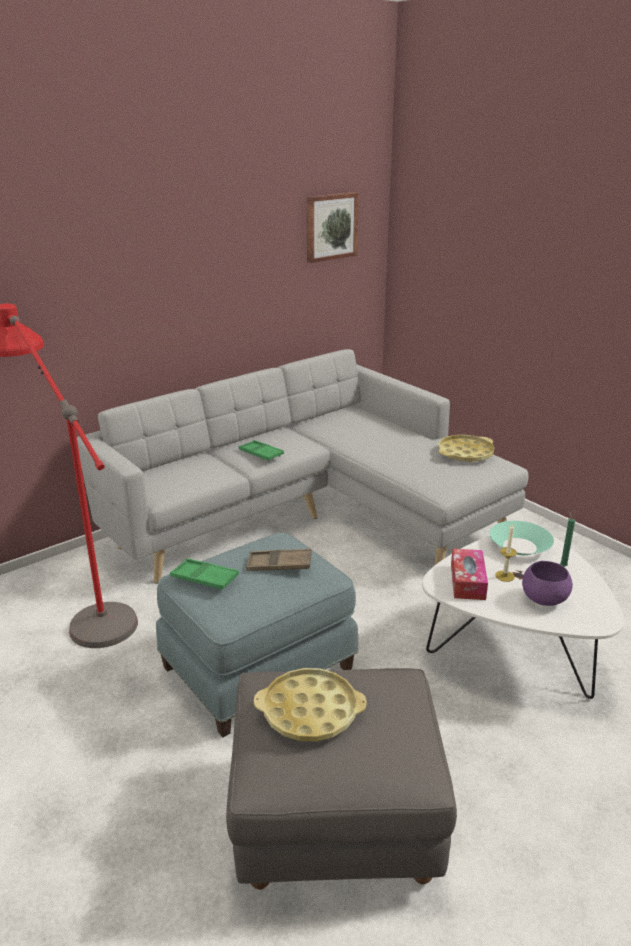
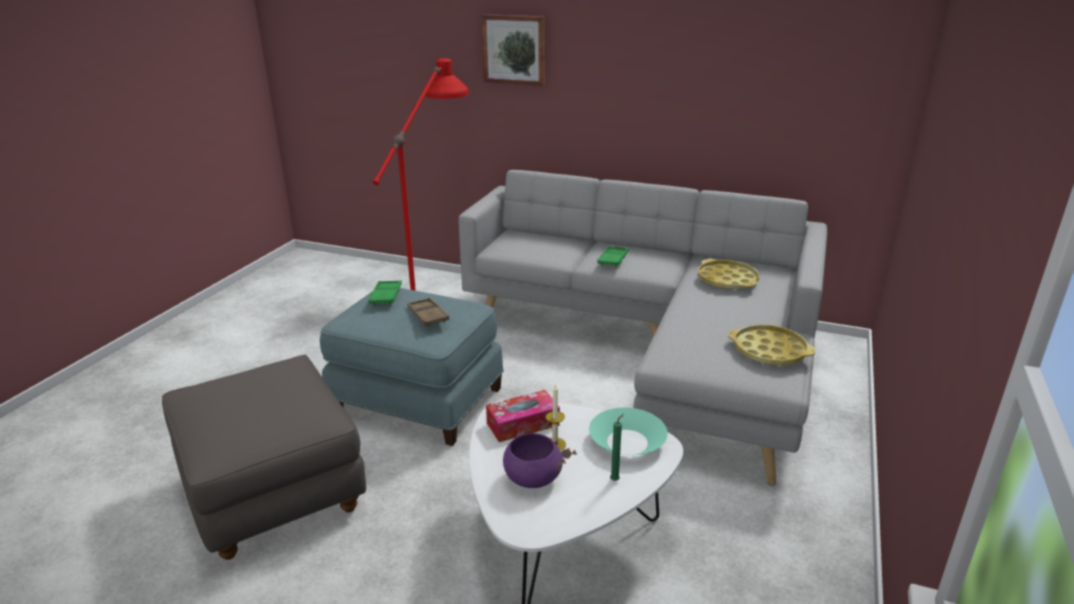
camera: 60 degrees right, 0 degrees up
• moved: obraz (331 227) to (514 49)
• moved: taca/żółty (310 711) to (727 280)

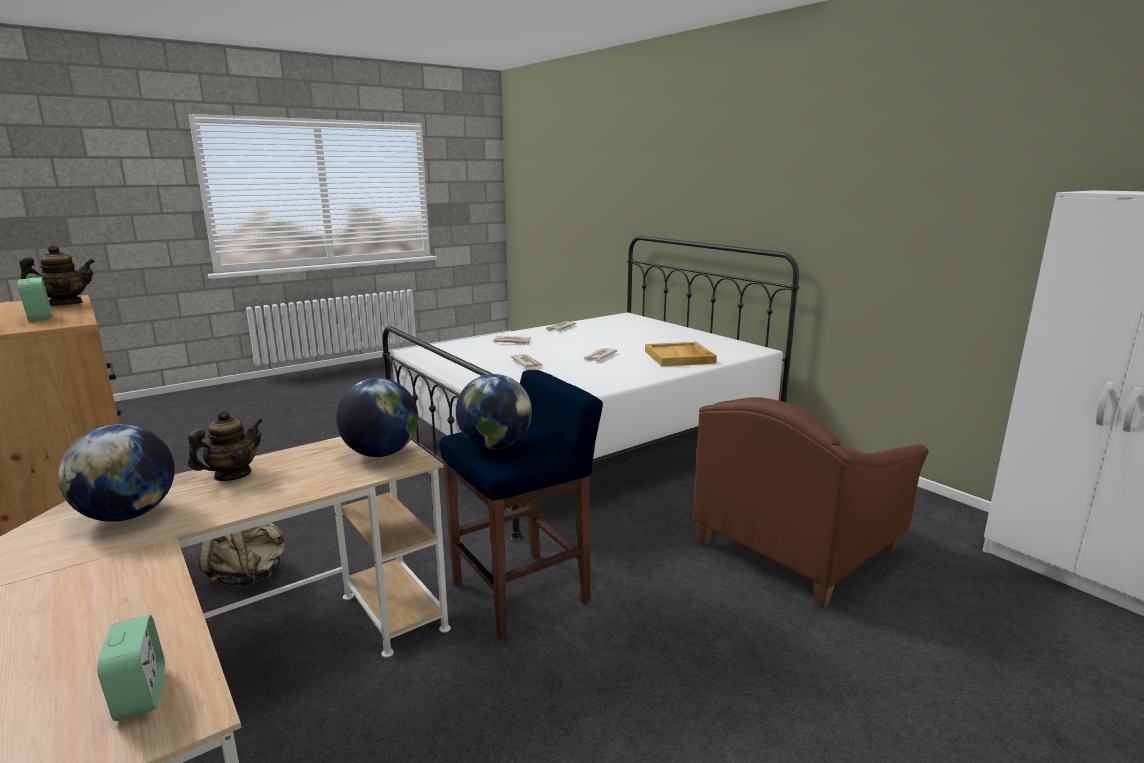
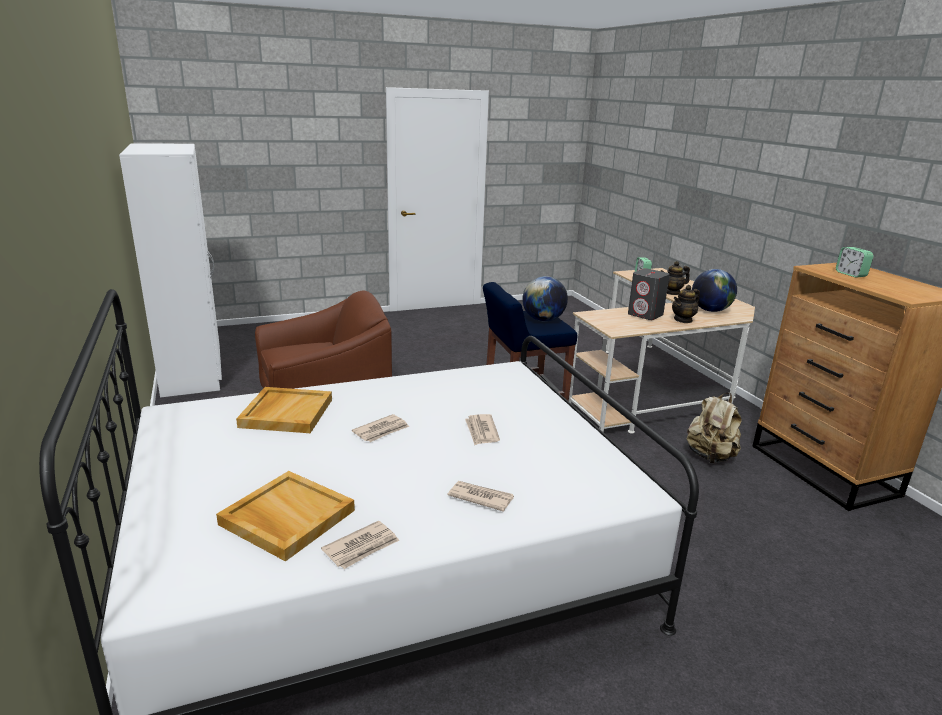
camera: 165 degrees left, 5 degrees up
• moved: imbryk (65 304) to (672 292)
• removed: globus (381 453)
• added: głośnik/szary (645 315)
• added: taca/beżowy (286 517)

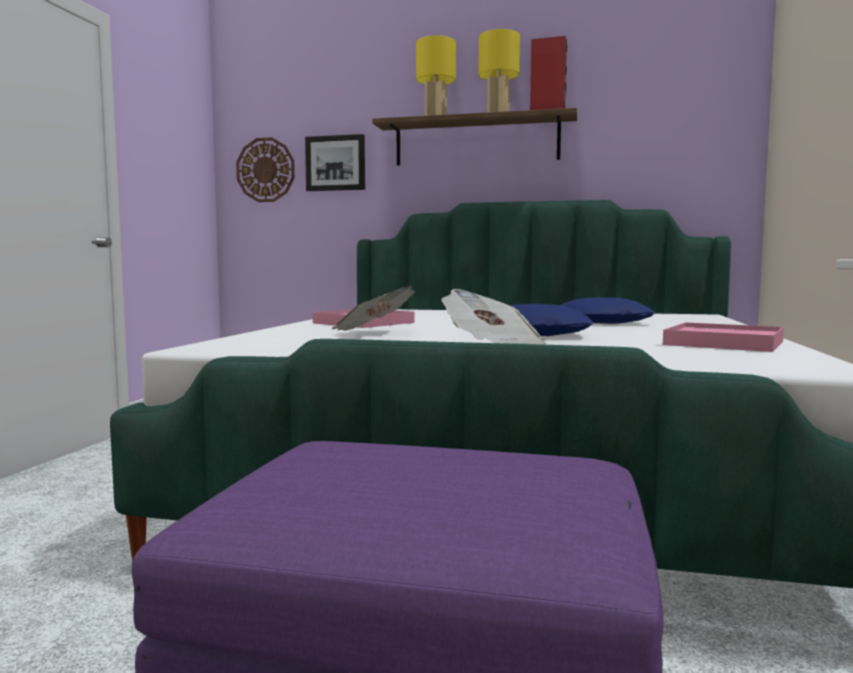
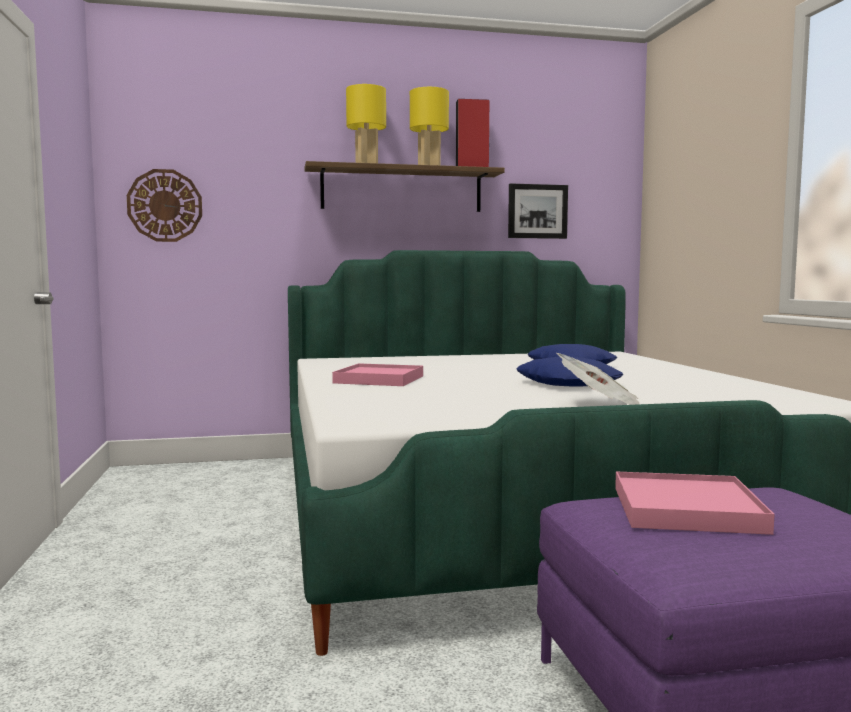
camera: 25 degrees left, 0 degrees up
• moved: obraz (335 163) to (537 211)
• removed: gazeta (373 333)
• moved: taca/różowy (724 343) to (687 509)

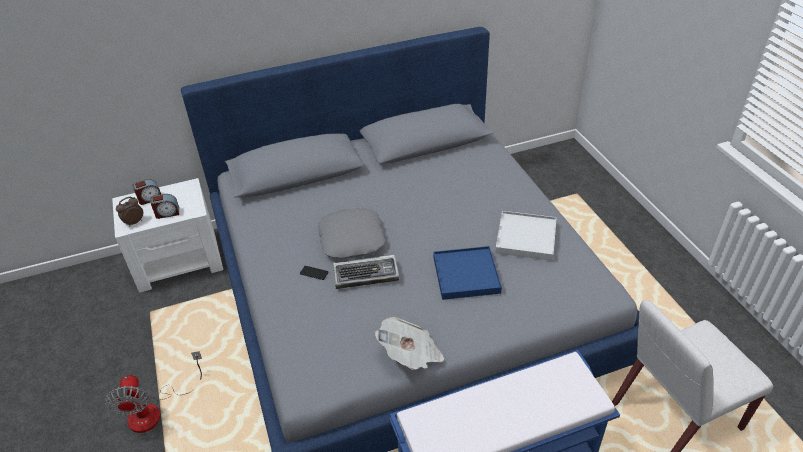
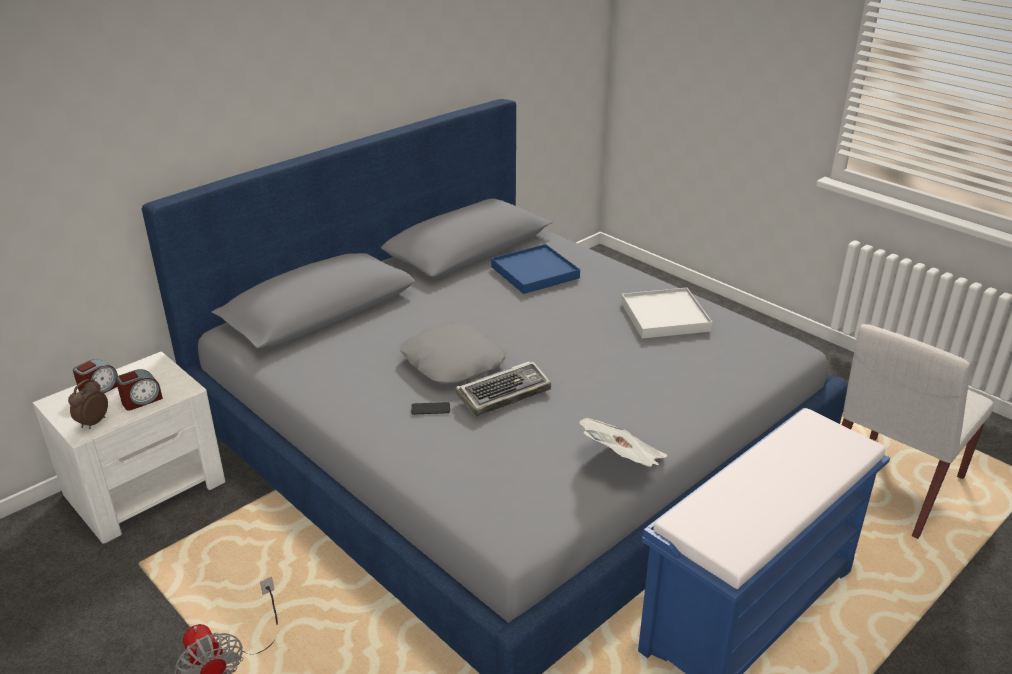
camera: 25 degrees left, 10 degrees down
• moved: taca/niebieski (466 275) to (534 272)

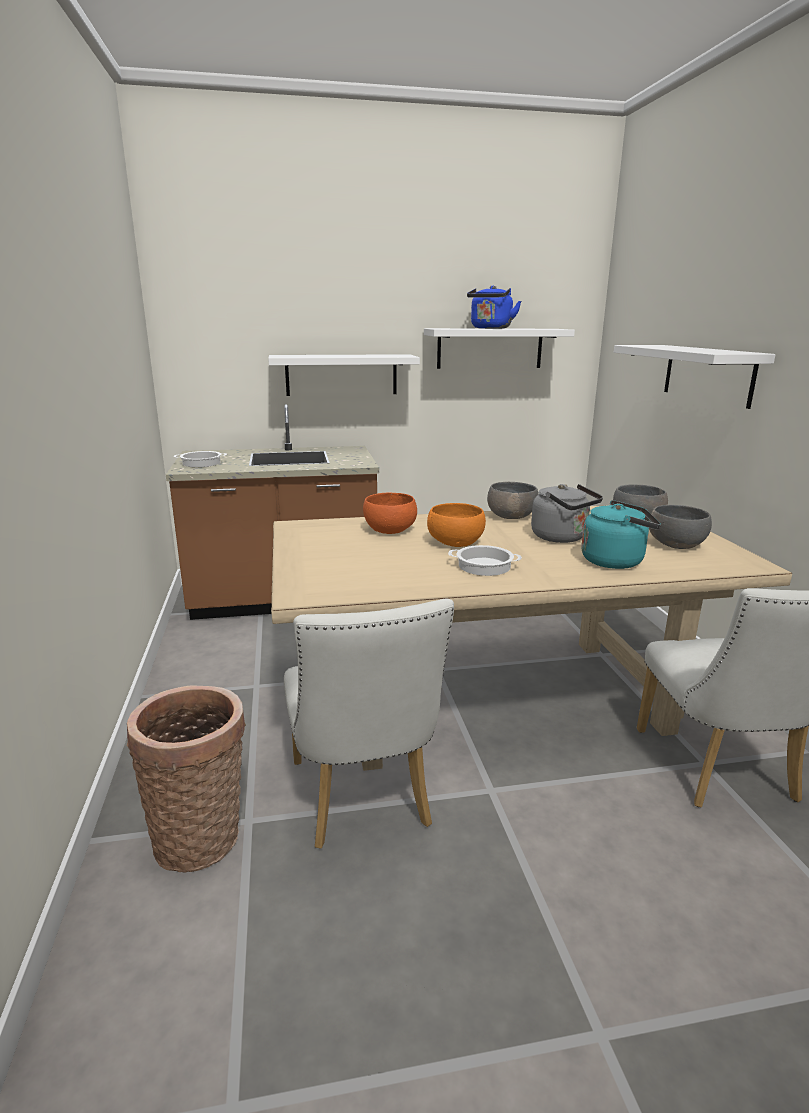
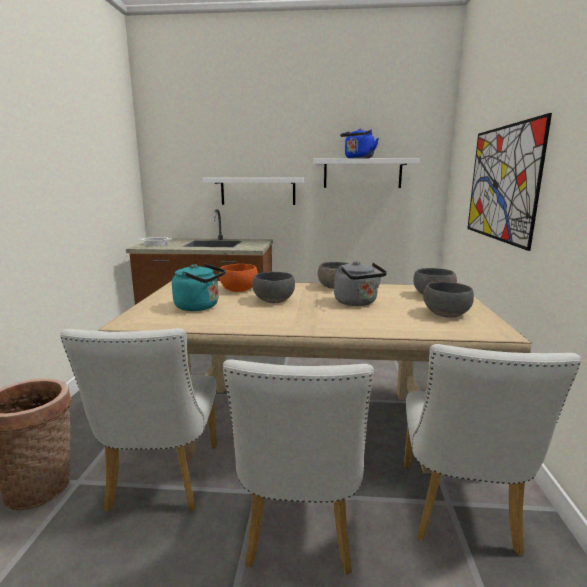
camera: 15 degrees right, 5 degrees down
• replaced: półka/biały (707 374) to obraz (501 183)
• moved: czajnik/turkusowy (616 561) to (200 307)
• recoloured: miska/pomarańczowy (455 542) to miska/szary (273 300)
• removed: garnek (484 566)
• added: krzesło/biały (300 531)

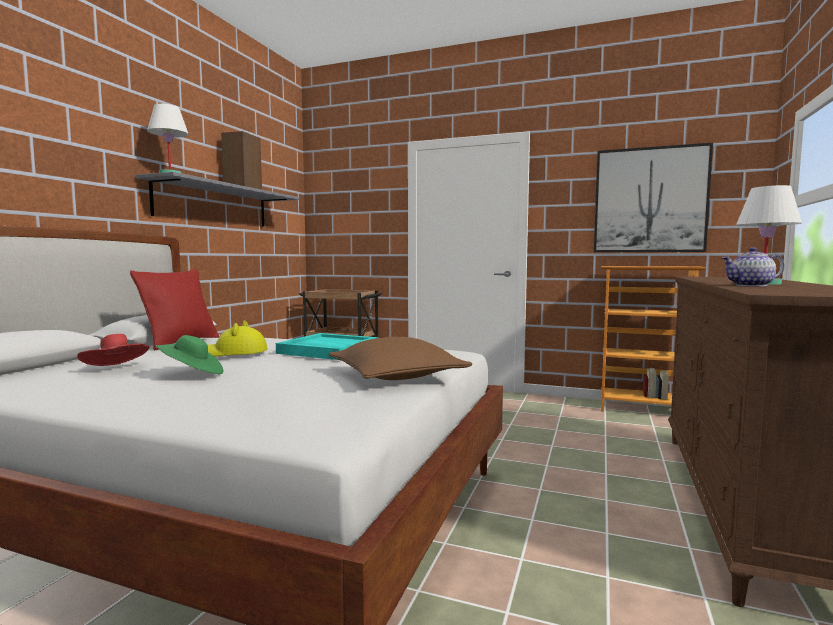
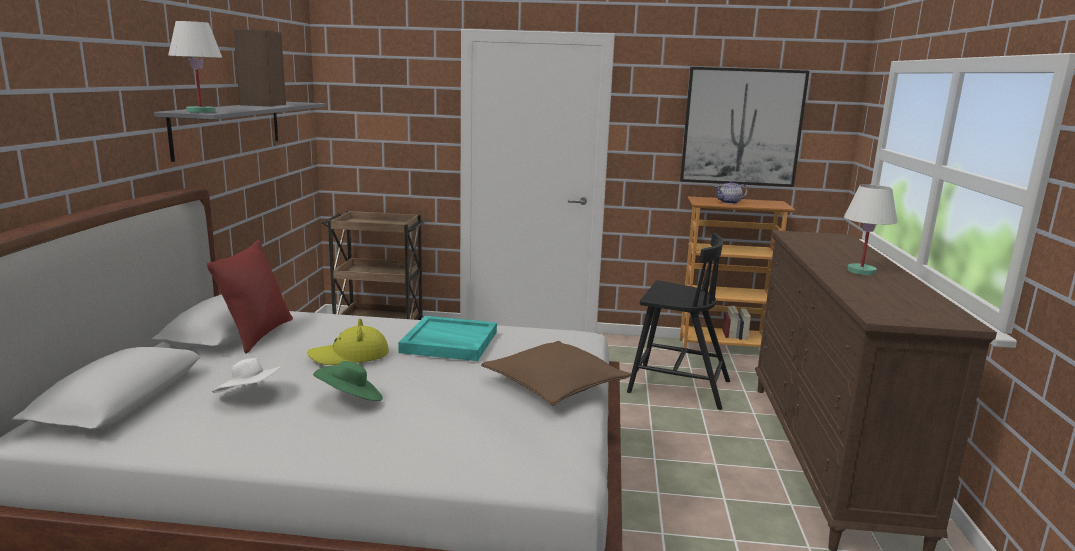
camera: 15 degrees left, 10 degrees up
• moved: imbryk (751 285) to (729 202)
• recoloured: kapelusz/czerwony (116 369) to kapelusz/biały (250 396)
• added: krzesło/czarny (677 386)

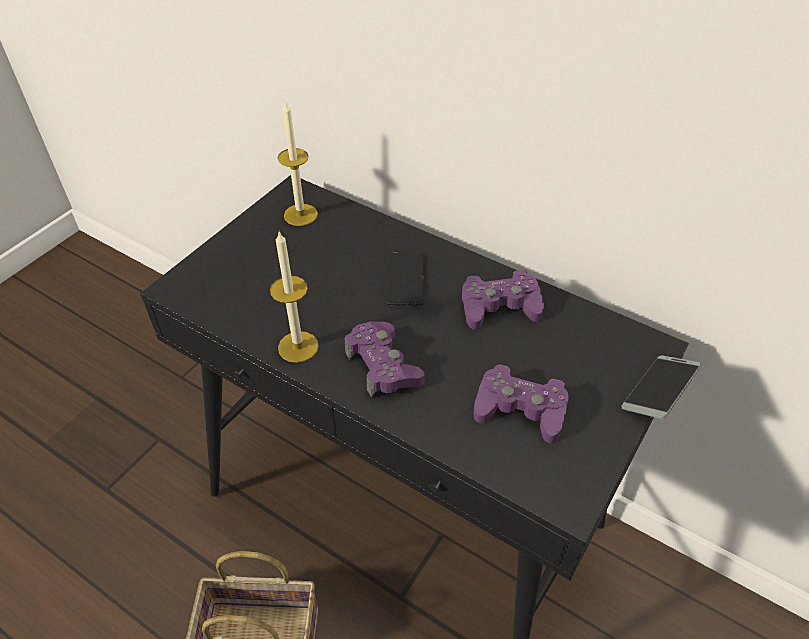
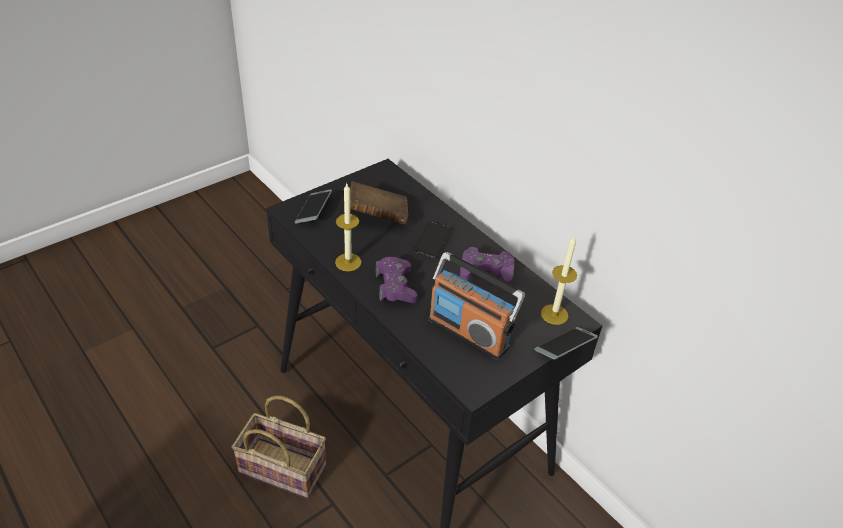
camera: 15 degrees right, 5 degrees down
• moved: świeca (300 215) to (554 314)
• replaced: pad do gier/fioletowy (520 409) to radio (469 333)
• added: książka/brązowy (377 216)
• added: telefon (313 210)

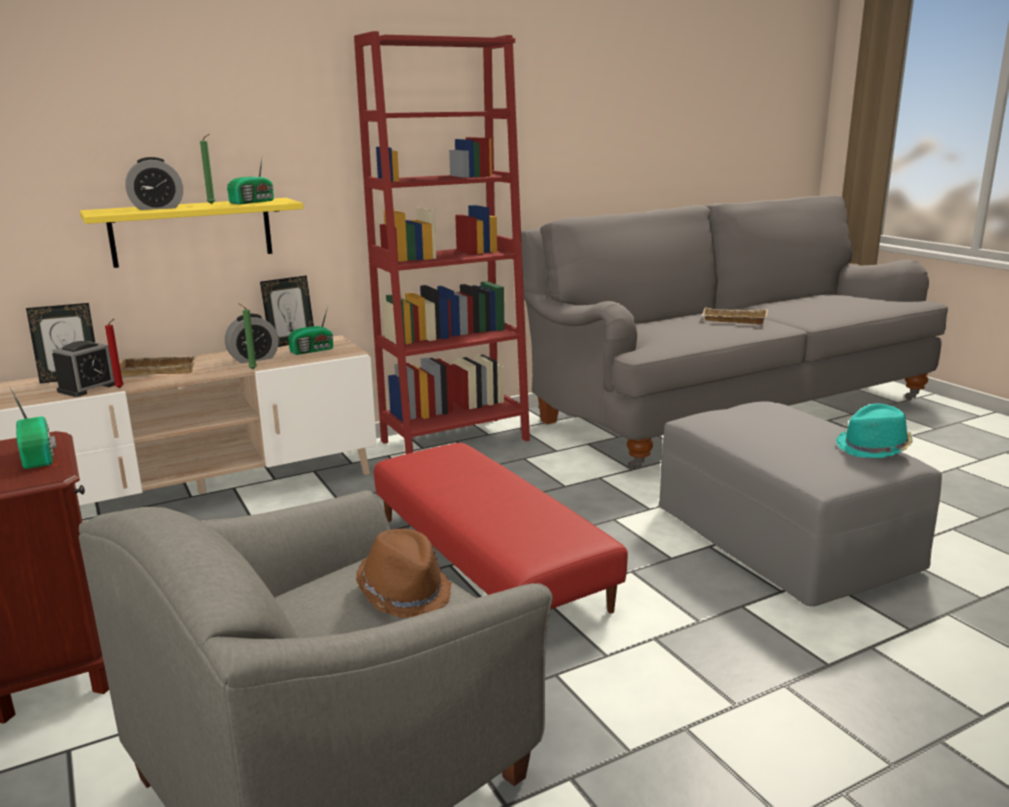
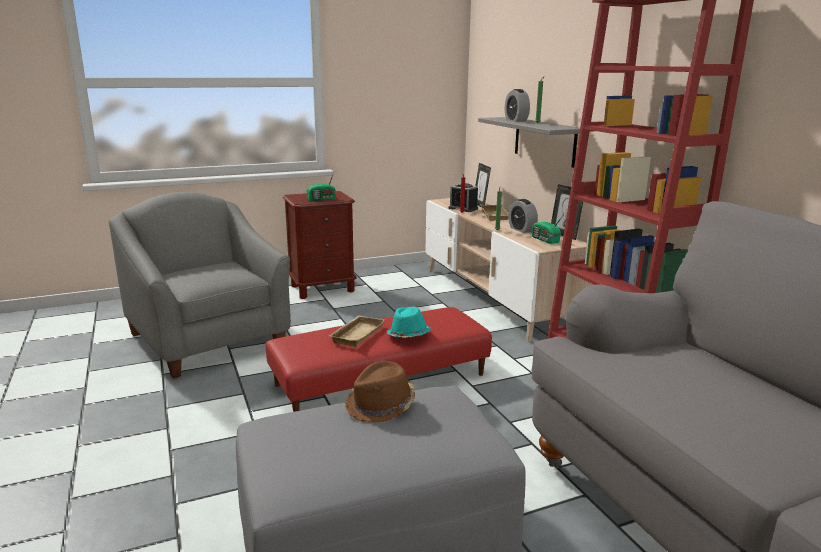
camera: 95 degrees right, 0 degrees up
• removed: radio (254 202)
• recoloured: półka/żółty (192 232) to półka/szary (544 141)
• moved: taca/beżowy (733 321) to (356 334)
• moved: kapelusz/turkusowy (874 448) to (408 336)
• moved: kapelusz/brązowy (405 592) to (381 406)

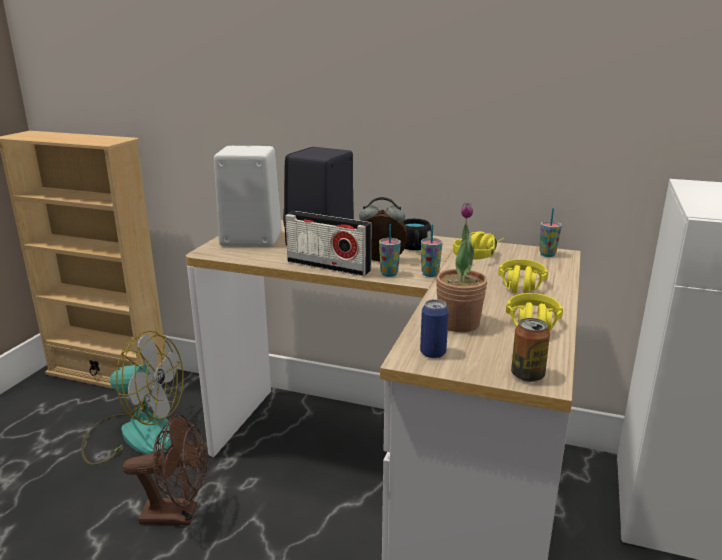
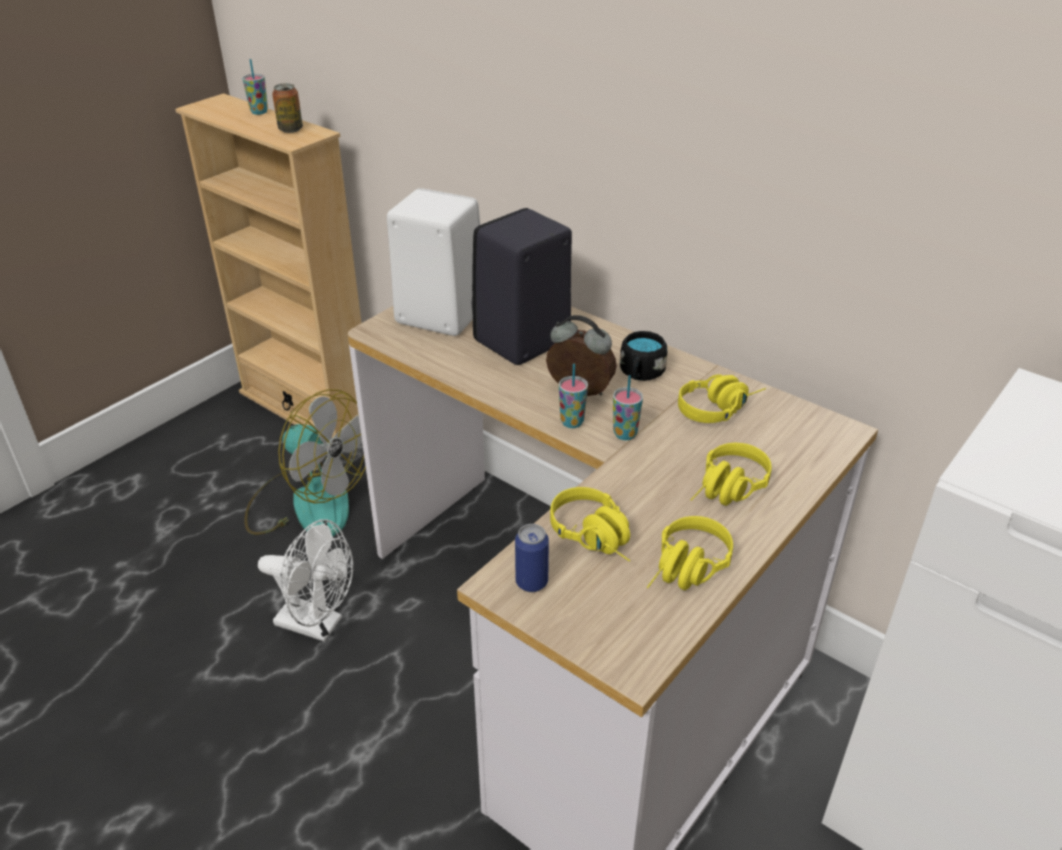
camera: 20 degrees right, 15 degrees up
• replaced: roślina doniczkowa (458 323) to słuchawki/żółty (597 538)
• moved: filiżanka (547 254) to (259 112)
• removed: radio (328 266)
• moved: puszka (527 375) to (290 129)
• recoloured: wentylator/brązowy (178 514) to wentylator/biały (318 624)

